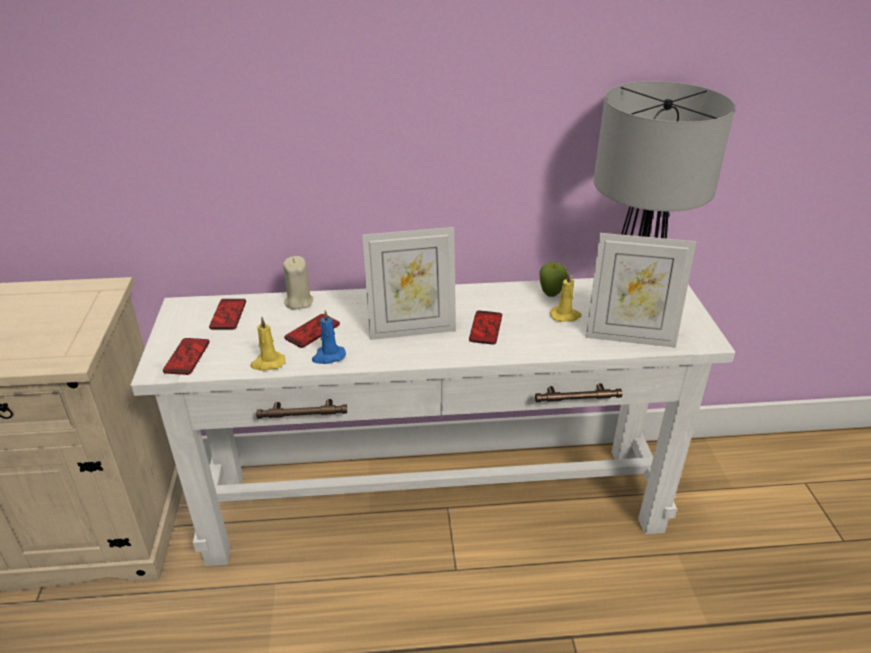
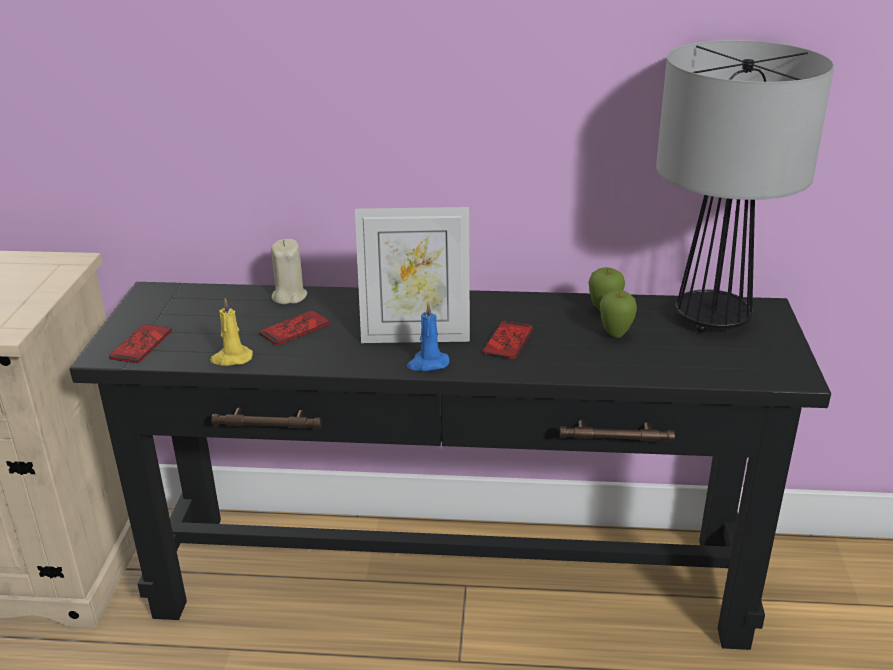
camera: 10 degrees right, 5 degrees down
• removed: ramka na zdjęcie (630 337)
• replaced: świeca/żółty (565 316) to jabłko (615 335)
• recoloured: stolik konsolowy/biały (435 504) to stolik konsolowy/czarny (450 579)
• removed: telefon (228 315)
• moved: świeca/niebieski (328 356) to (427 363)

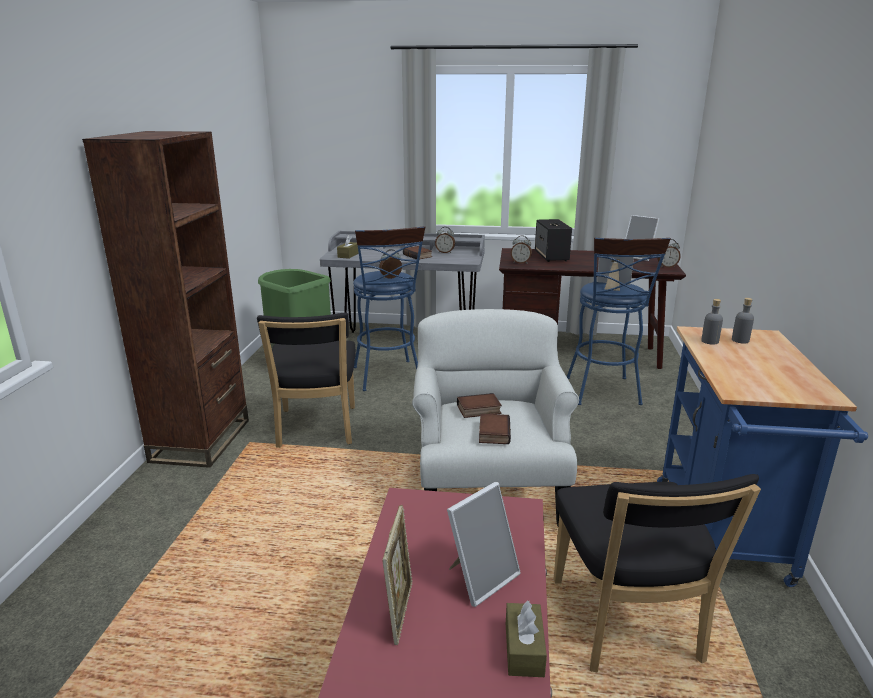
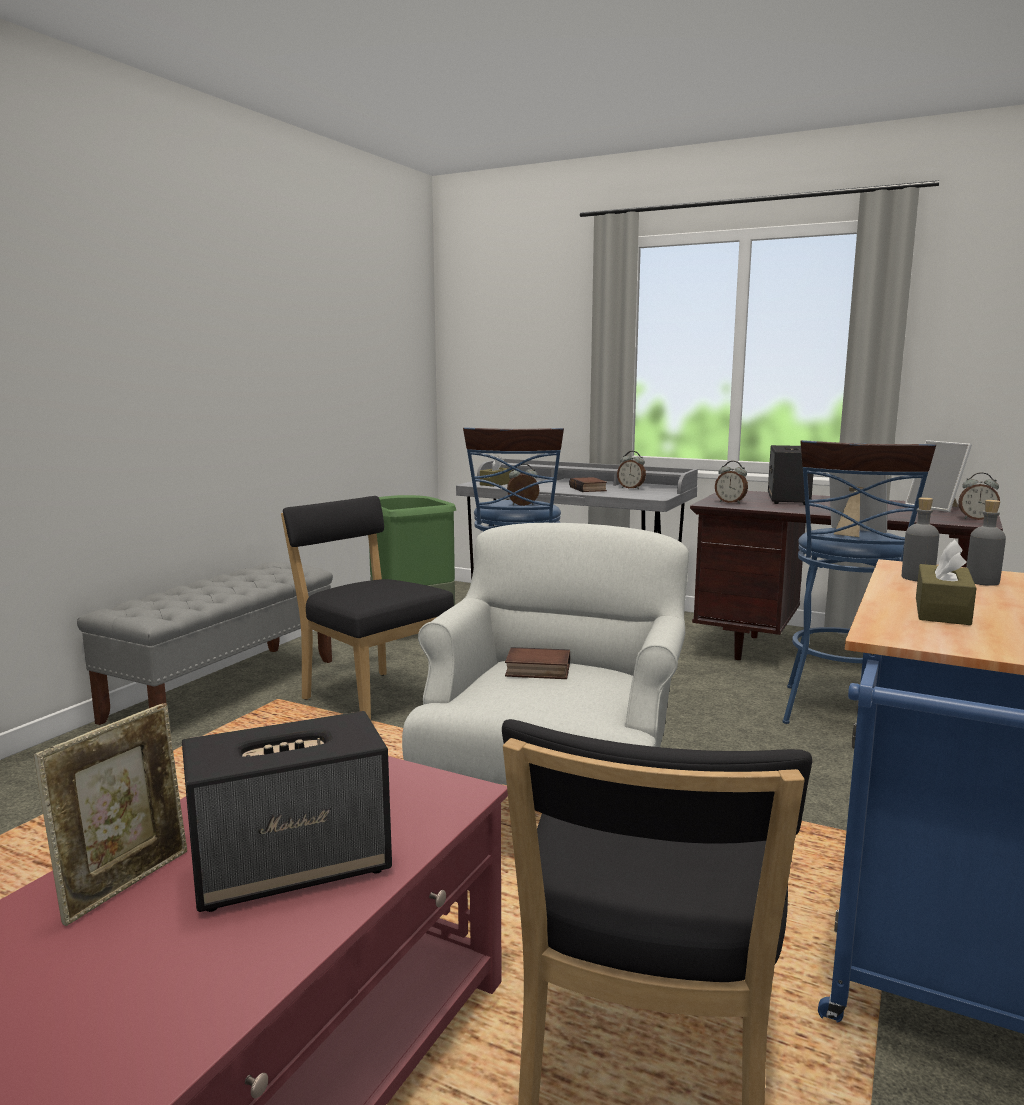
camera: 20 degrees right, 10 degrees down
• replaced: regał/brązowy (201 440) to ławka/szary (225 689)
• turned: krzesło/czarny (316 429) = (372 698) 120 degrees clockwise
• removed: książka (493 432)
• replaced: ramka na zdjęcie (480 577) to głośnik (294 868)
• moved: pudełko chusteczek/brązowy (524 649) to (942 611)

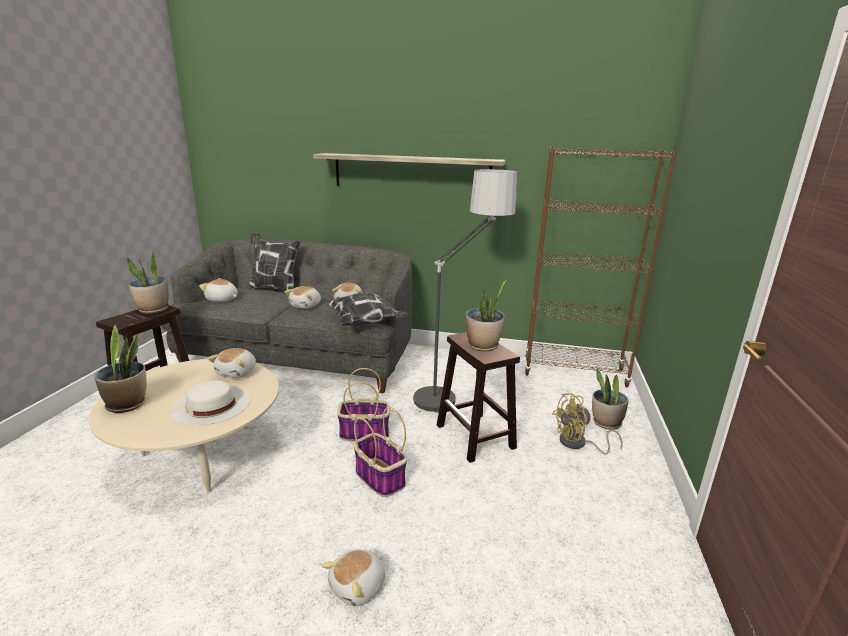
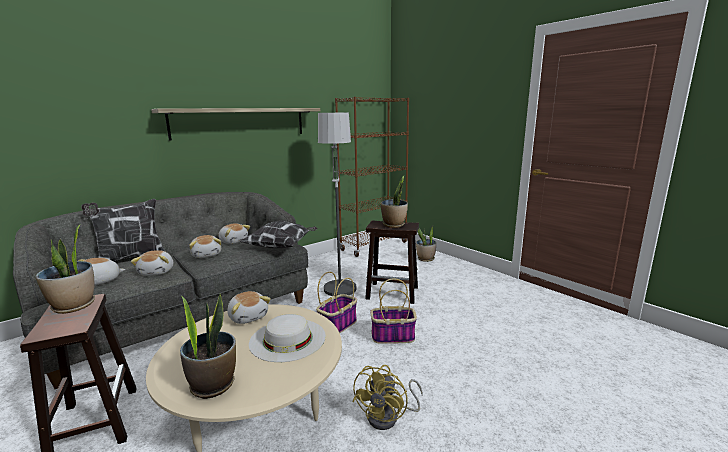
camera: 50 degrees left, 5 degrees down
• moved: wentylator/żółty (578 444) to (389 417)
• moved: pluszak (358 586) to (157 272)

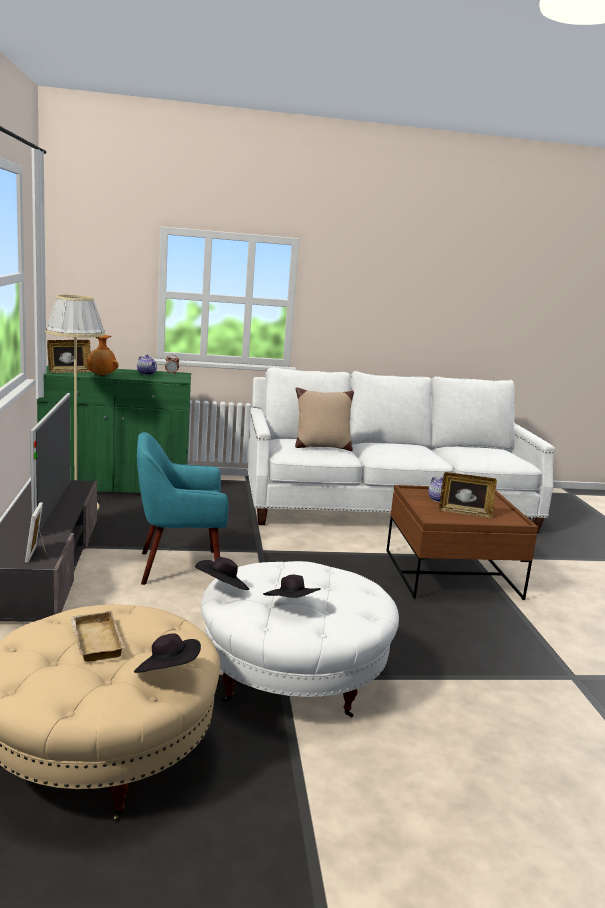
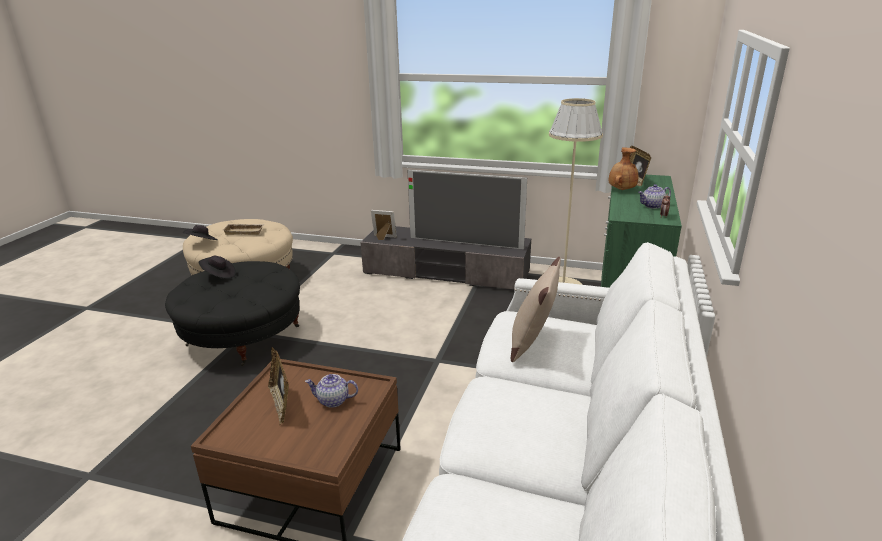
camera: 115 degrees right, 10 degrees up
• removed: fotel/turkusowy (178 567)
• turned: ramka na zdjęcie (465 513) = (281 404) 60 degrees counterclockwise
• removed: kapelusz/czarny (222 588)
• recoloured: pufa/biały (294 675) to pufa/czarny (243 336)

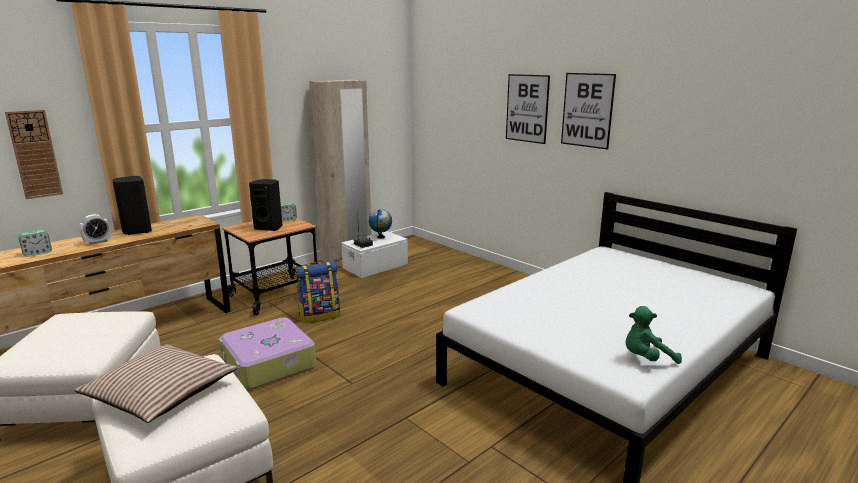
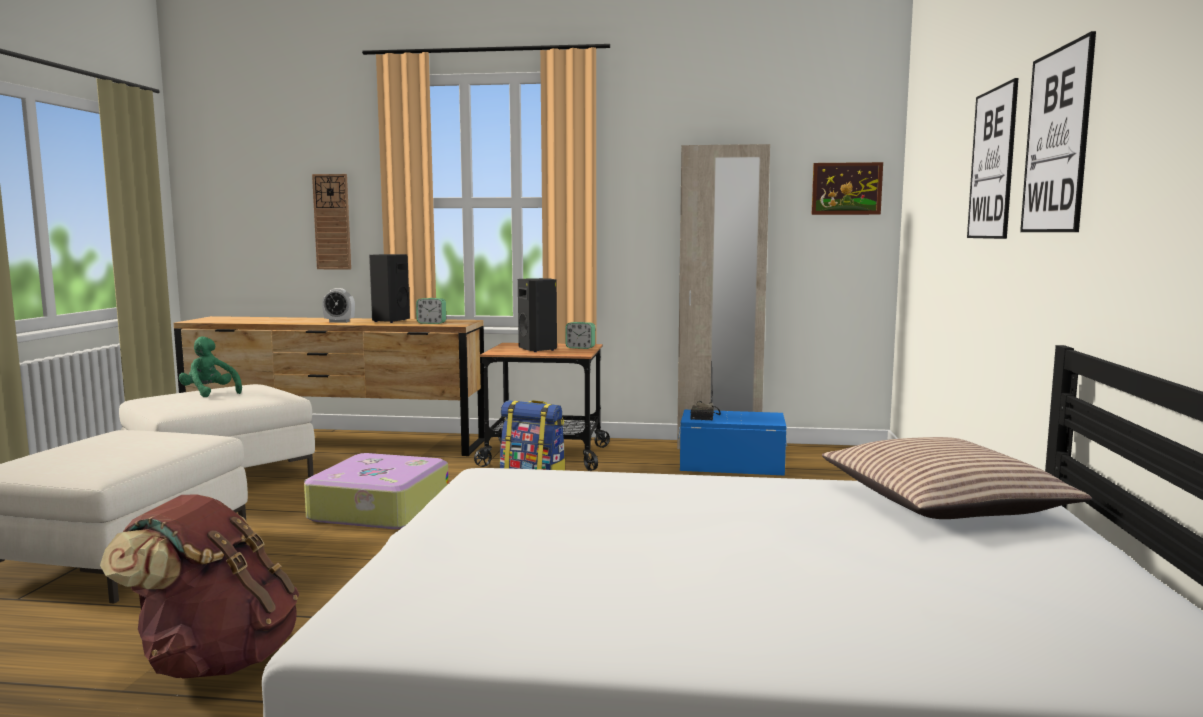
camera: 50 degrees right, 10 degrees down
• removed: globus (381 237)
• moved: budzik (37 253) to (431 323)
• recoloured: pojemnik do przechowywania/biały (374 266) to pojemnik do przechowywania/niebieski (731 464)
• moved: pluszak/zielony (646 358) to (209 393)
• moved: poduszka (161 393) to (943 502)
• added: obraz (846 188)
• added: plecak/brązowy (215 661)

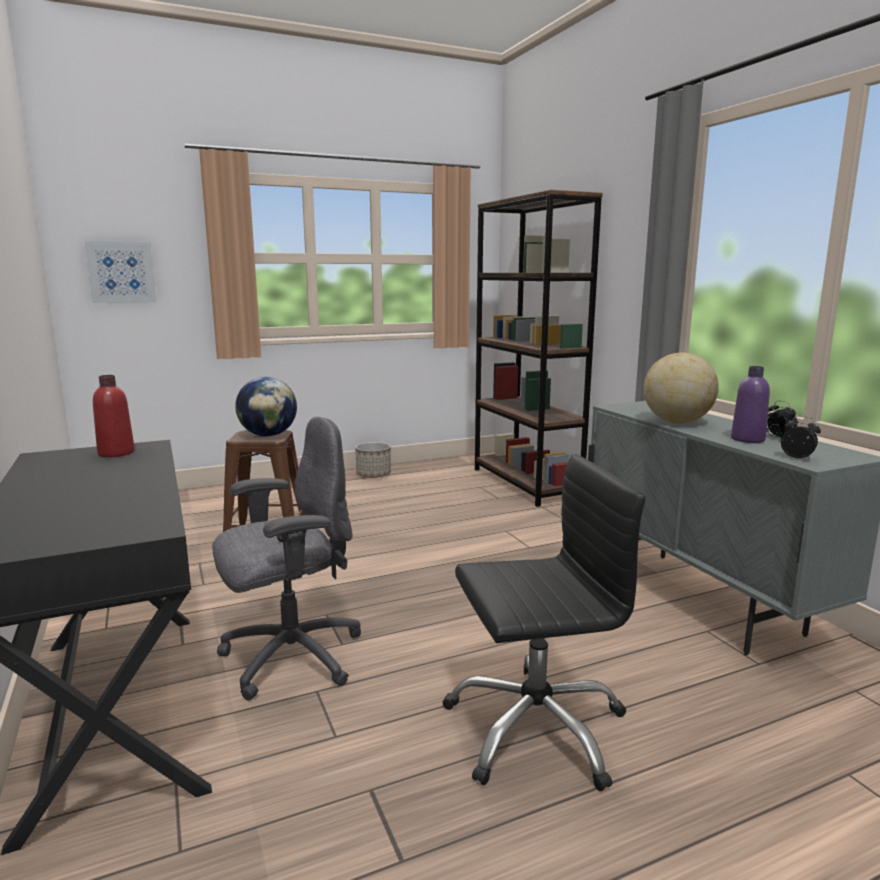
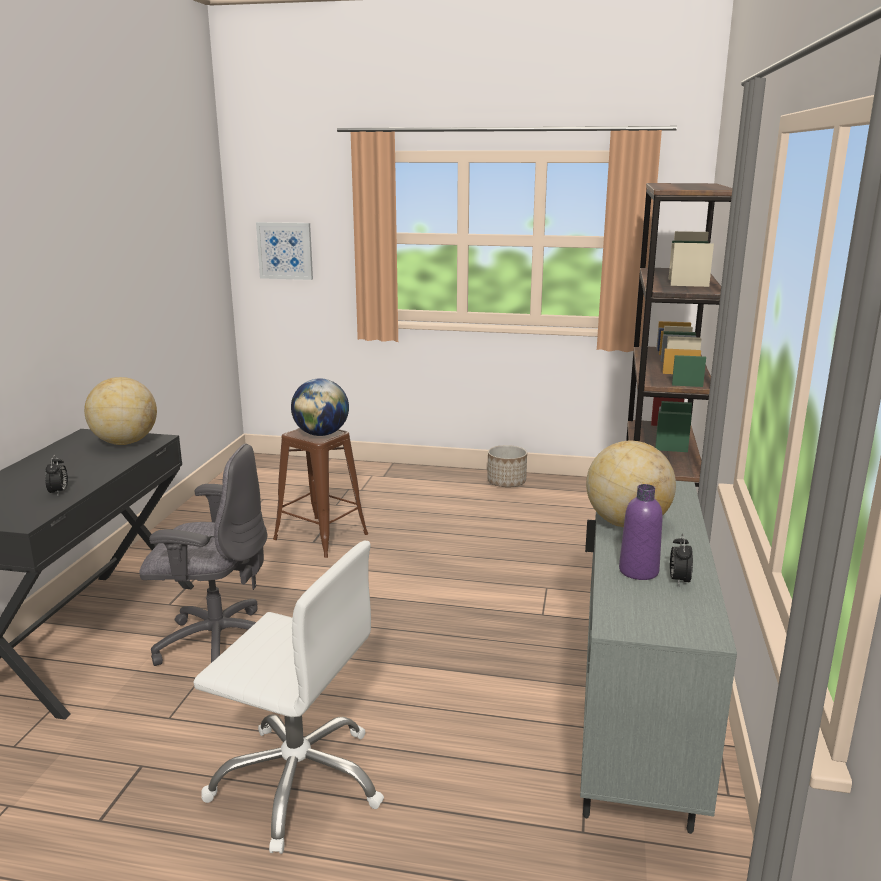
camera: 35 degrees right, 5 degrees up
• replaced: butelka/czerwony (116 453) to globus (125 442)
• moved: budzik (798 458) to (59 492)
• recoloured: krzesło biurowe/czarny (535 727) to krzesło biurowe/biały (299 781)

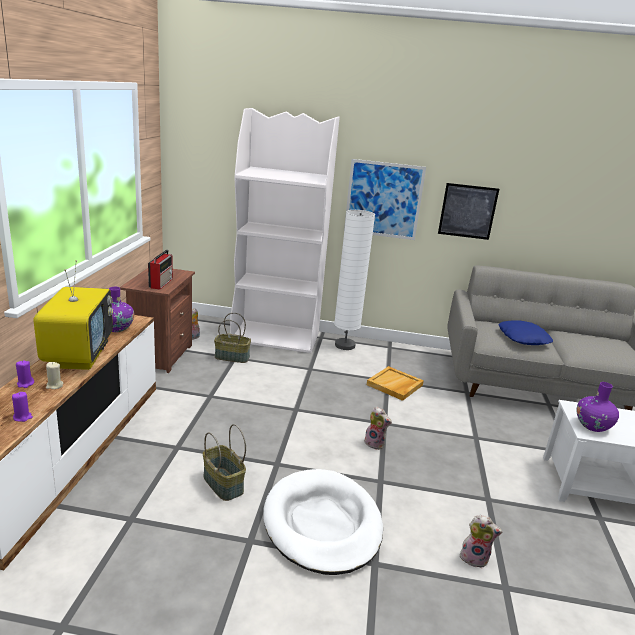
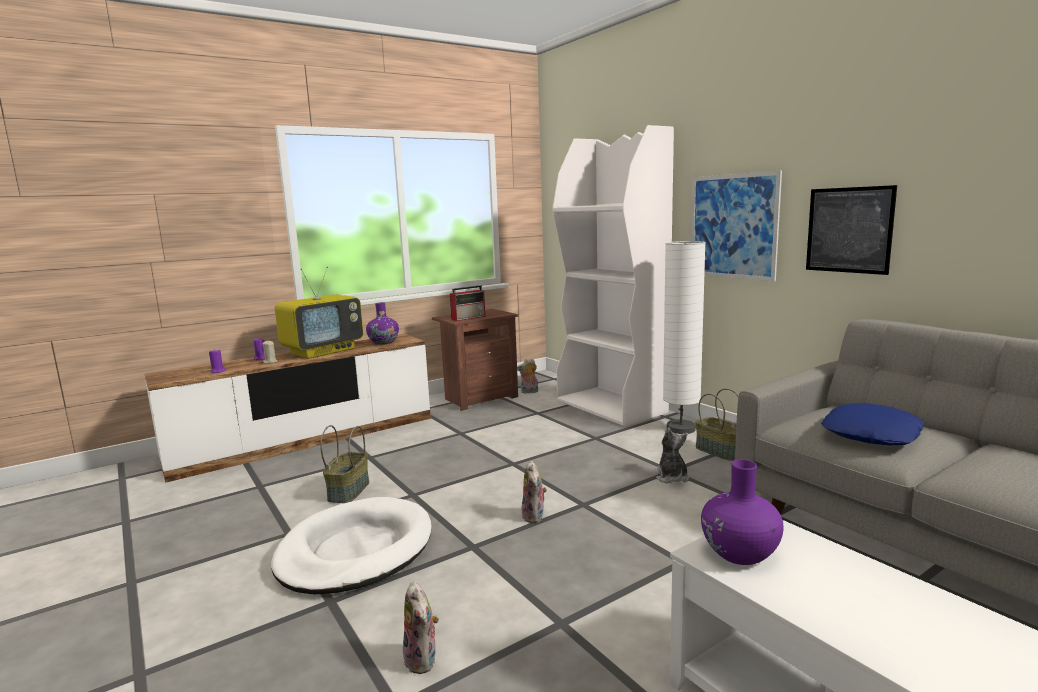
camera: 50 degrees right, 10 degrees down
• moved: koszyk (232 357) to (720 451)
• replaced: taca/beżowy (395 385) to pluszak (671 477)

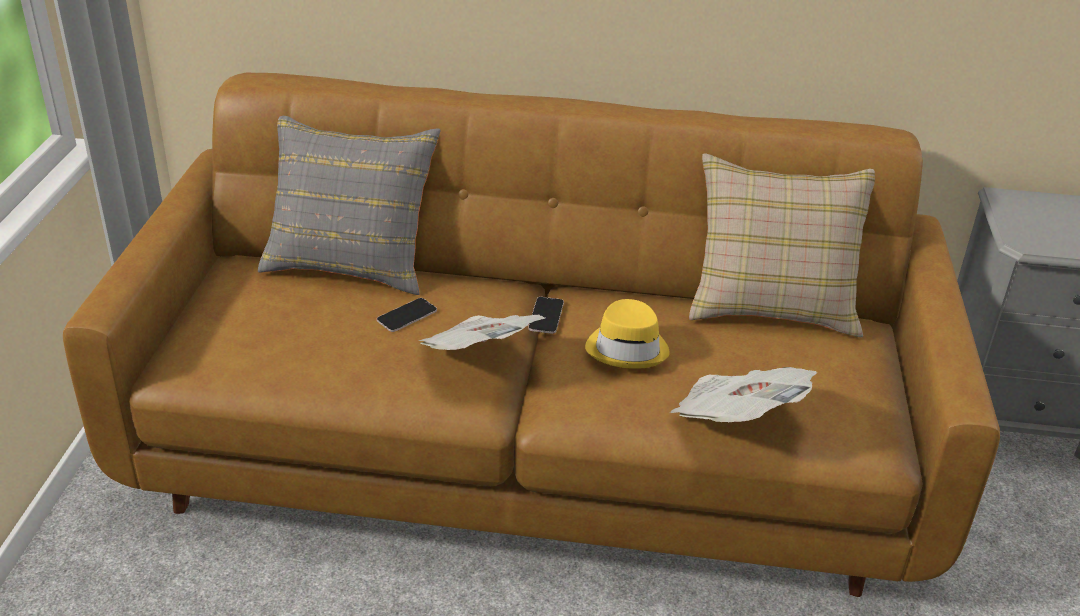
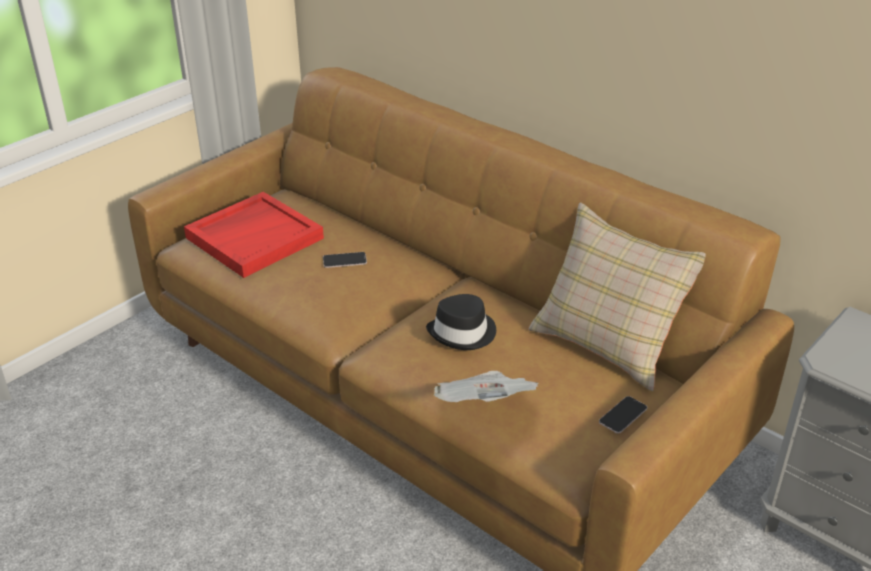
camera: 35 degrees right, 0 degrees up
• removed: poduszka/szary (351 261)
• moved: telefon (546 316) to (623 415)
• recoloured: kapelusz/żółty (628 348) to kapelusz/czarny (463 333)
• removed: gazeta (480 357)
• added: taca/czerwony (254 237)

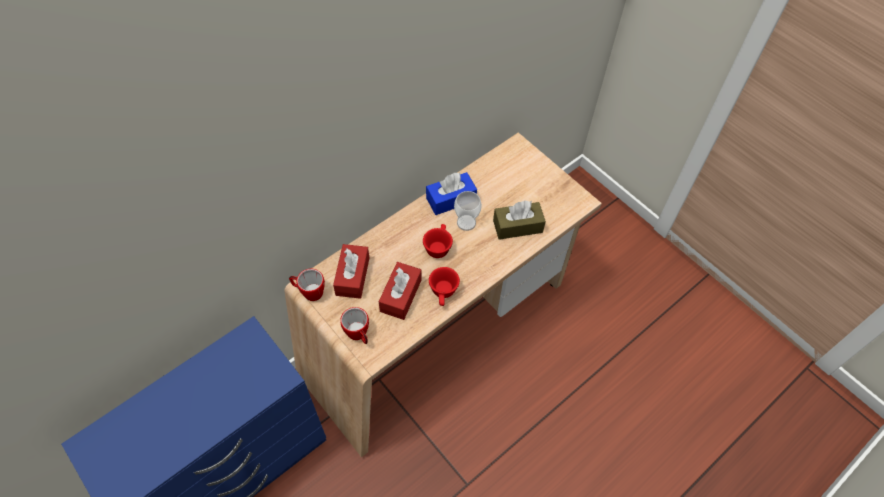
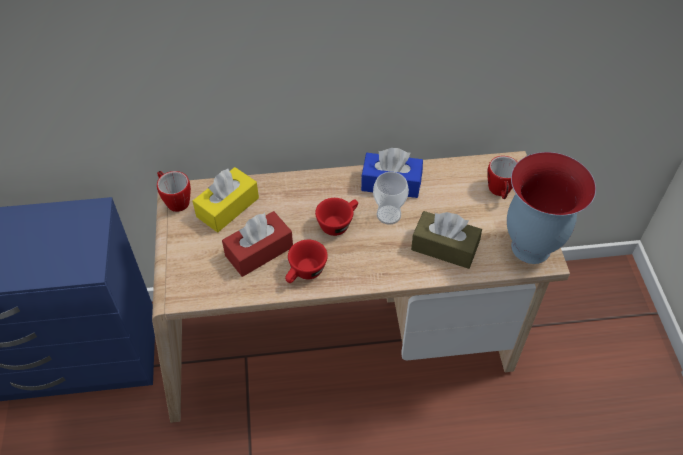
camera: 35 degrees right, 5 degrees down
• recoloured: pudełko chusteczek/czerwony (352 276) to pudełko chusteczek/żółty (227 207)
• moved: kubek (359 335) to (500 191)
• added: wazon (529 248)

